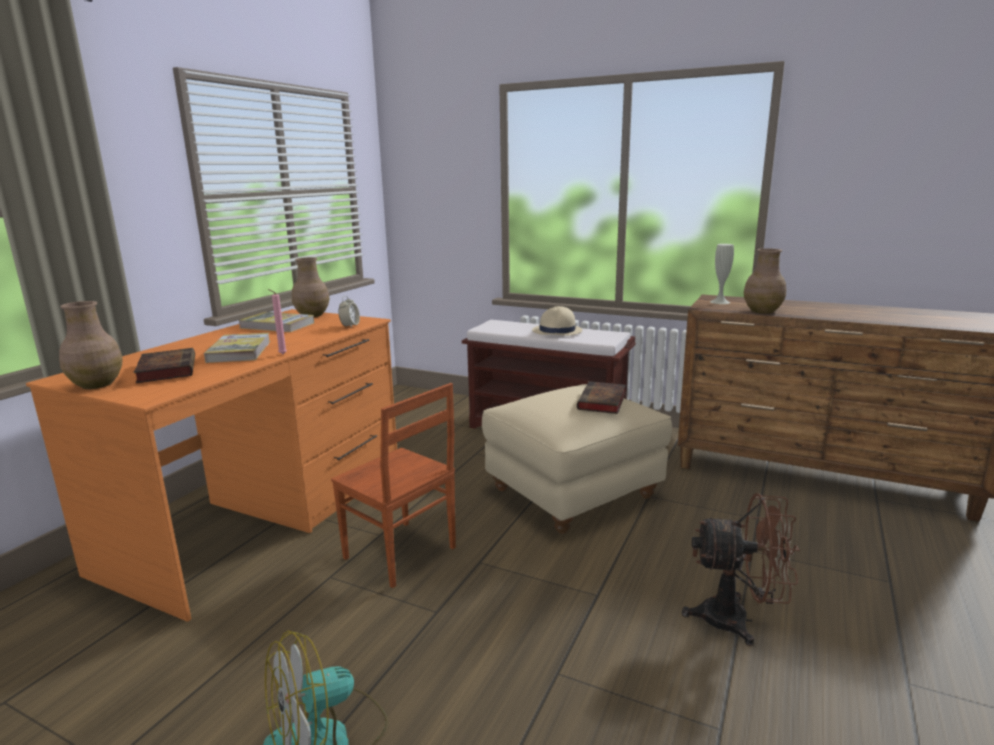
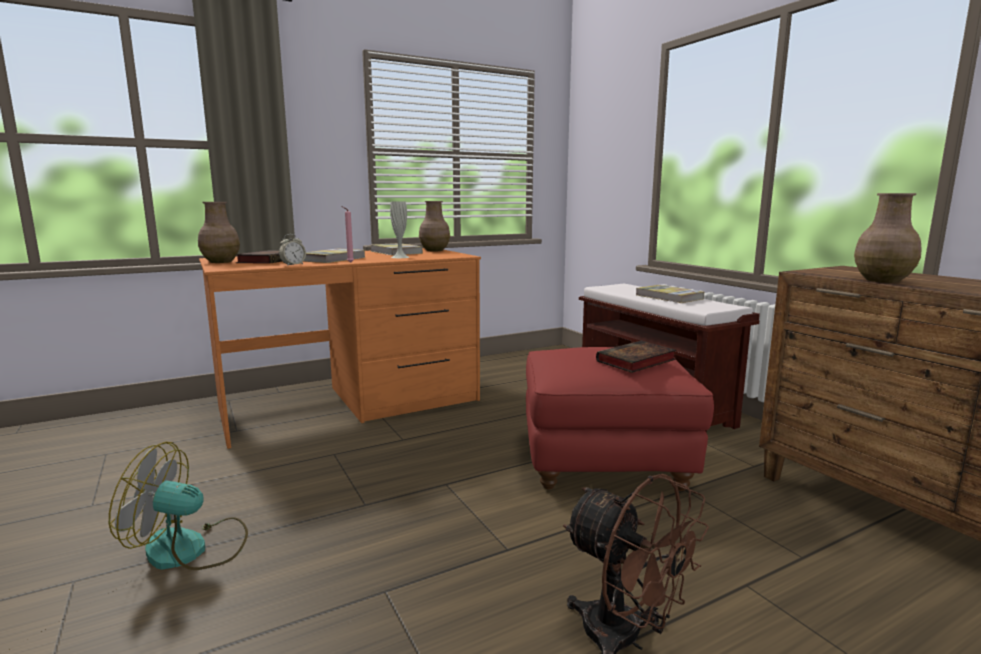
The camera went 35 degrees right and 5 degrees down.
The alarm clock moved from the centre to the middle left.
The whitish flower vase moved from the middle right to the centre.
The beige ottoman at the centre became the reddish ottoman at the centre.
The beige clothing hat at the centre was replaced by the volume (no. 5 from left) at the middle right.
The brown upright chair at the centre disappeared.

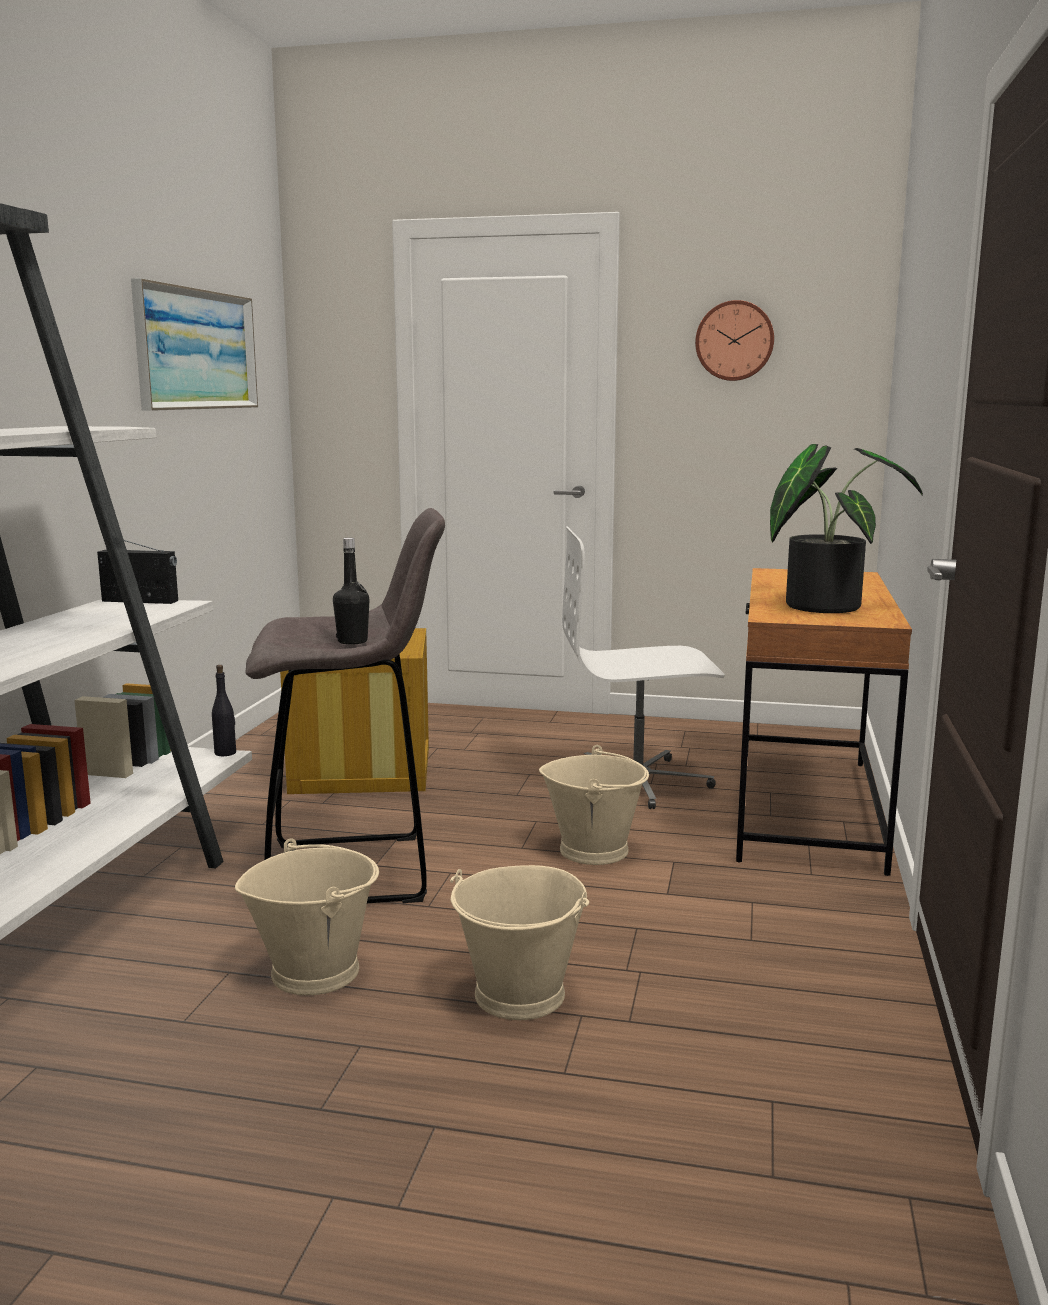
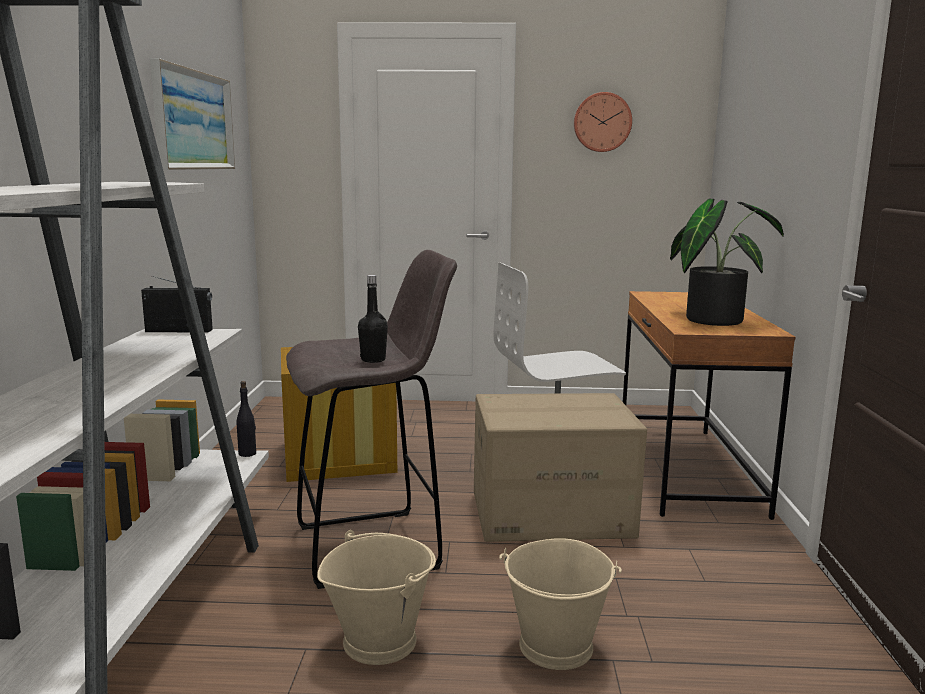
The camera went 10 degrees left and 0 degrees up.
The beige water bucket (no. 3 from left) at the centre was replaced by the packing box at the bottom centre.

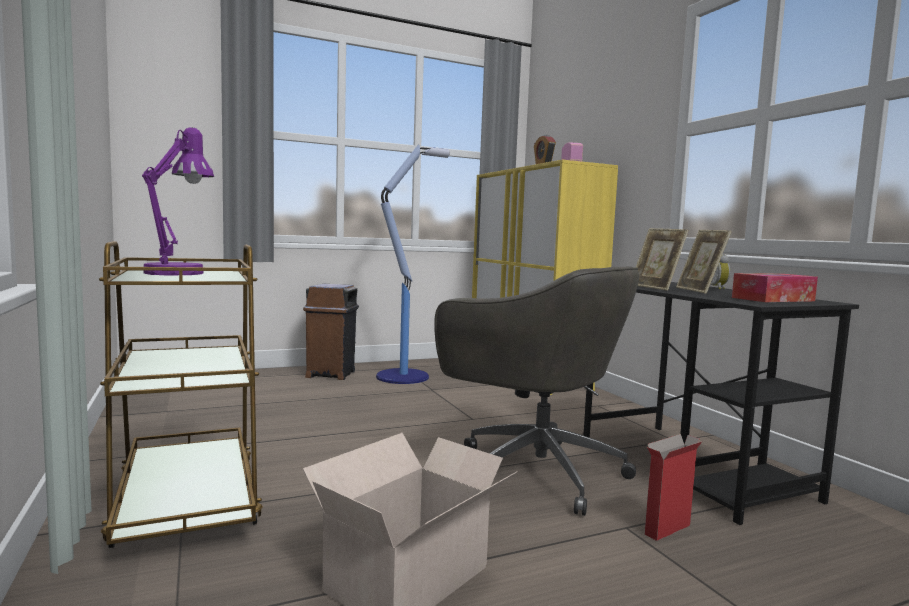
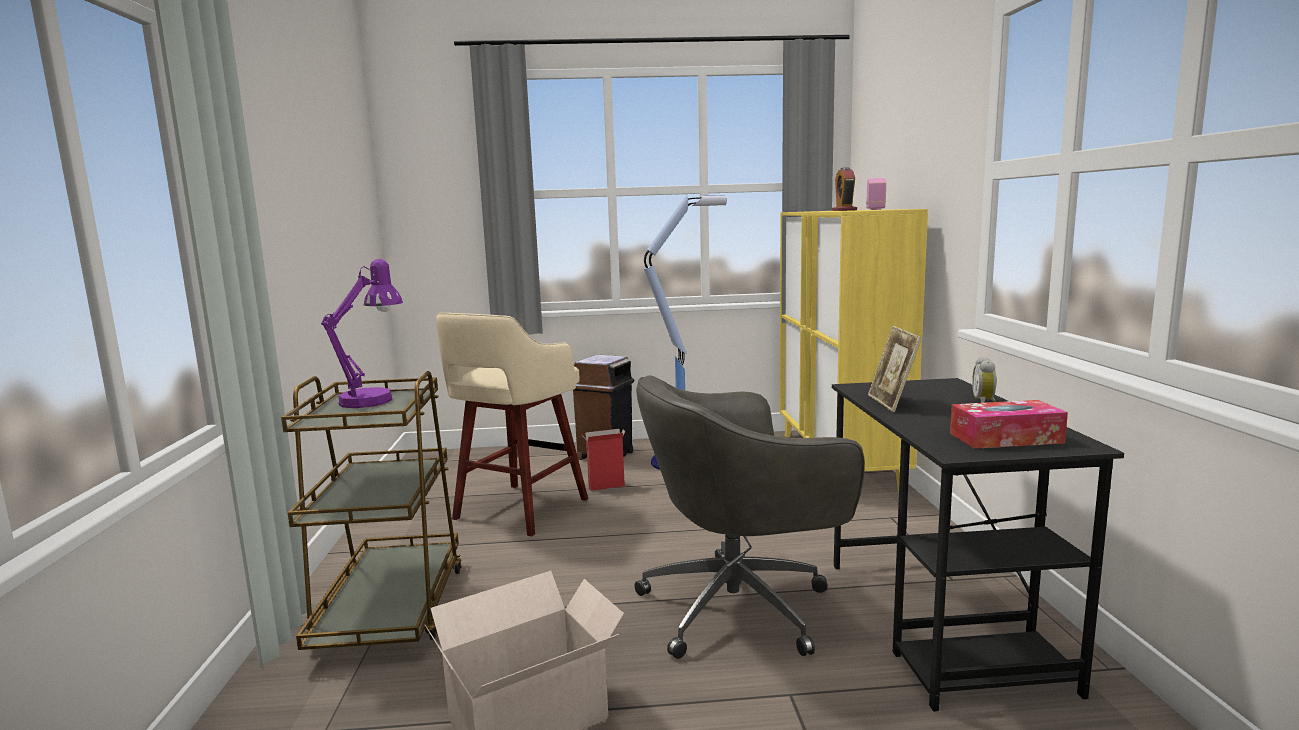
The camera went 20 degrees right and 5 degrees up.
The beige sitting stool at the centre appeared.
The packing box (no. 2 from left) moved from the bottom right to the centre.
The greyish office chair at the centre turned 105 degrees clockwise.
The standing frame (no. 2 from left) at the middle right disappeared.

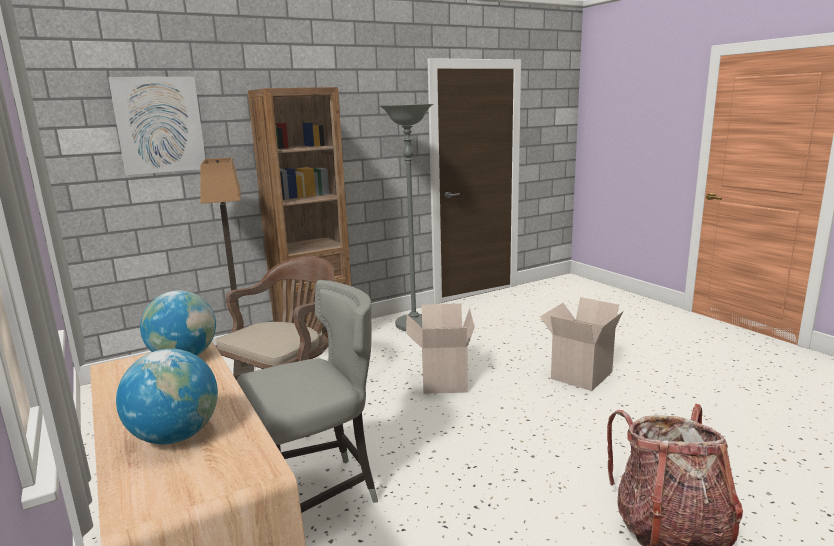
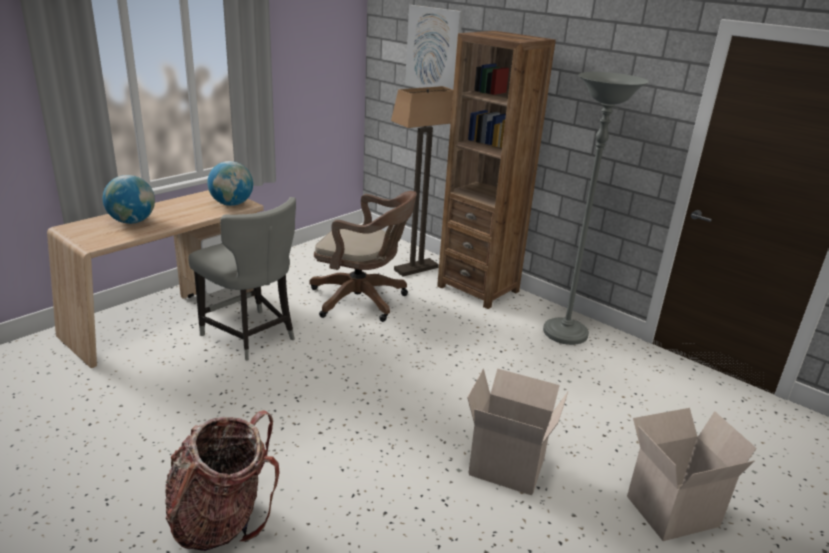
The camera went 70 degrees right and 10 degrees up.
The packing box (no. 1 from left in the first image) moved from the centre to the bottom right.

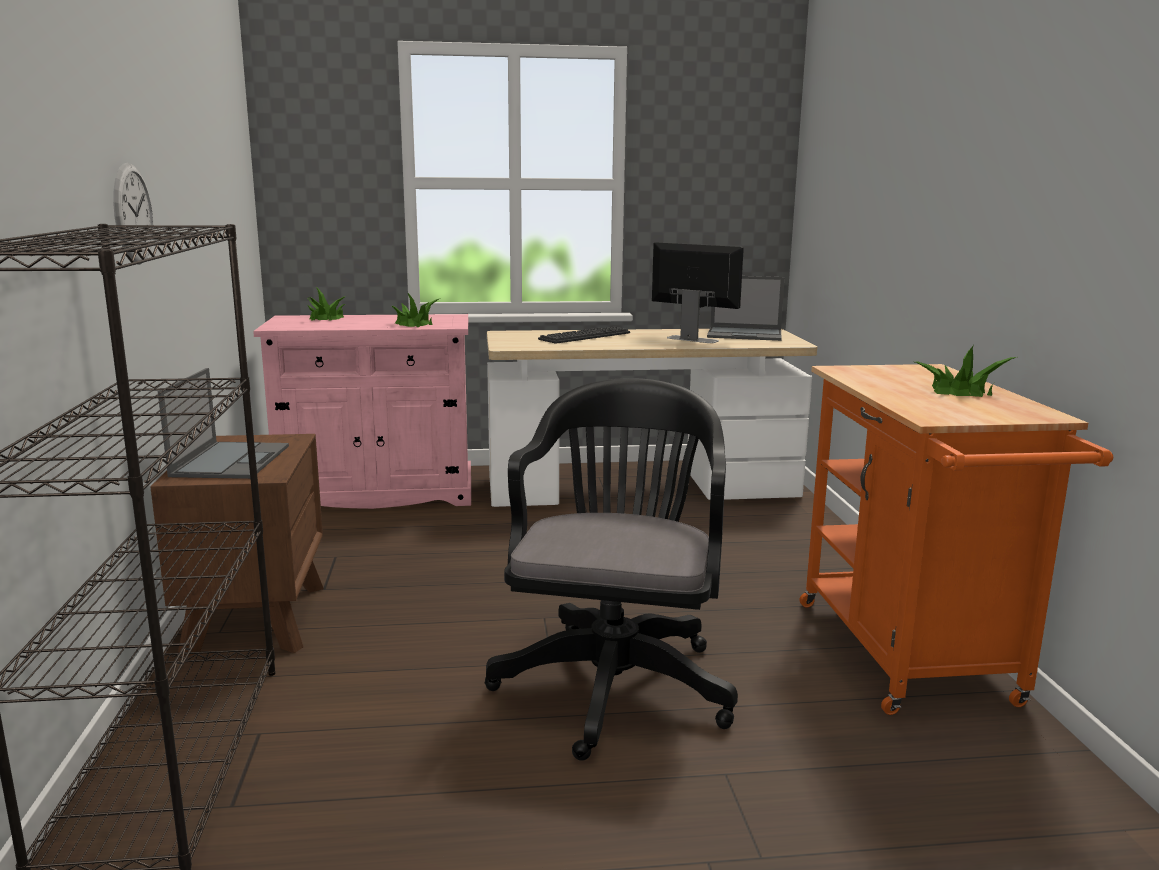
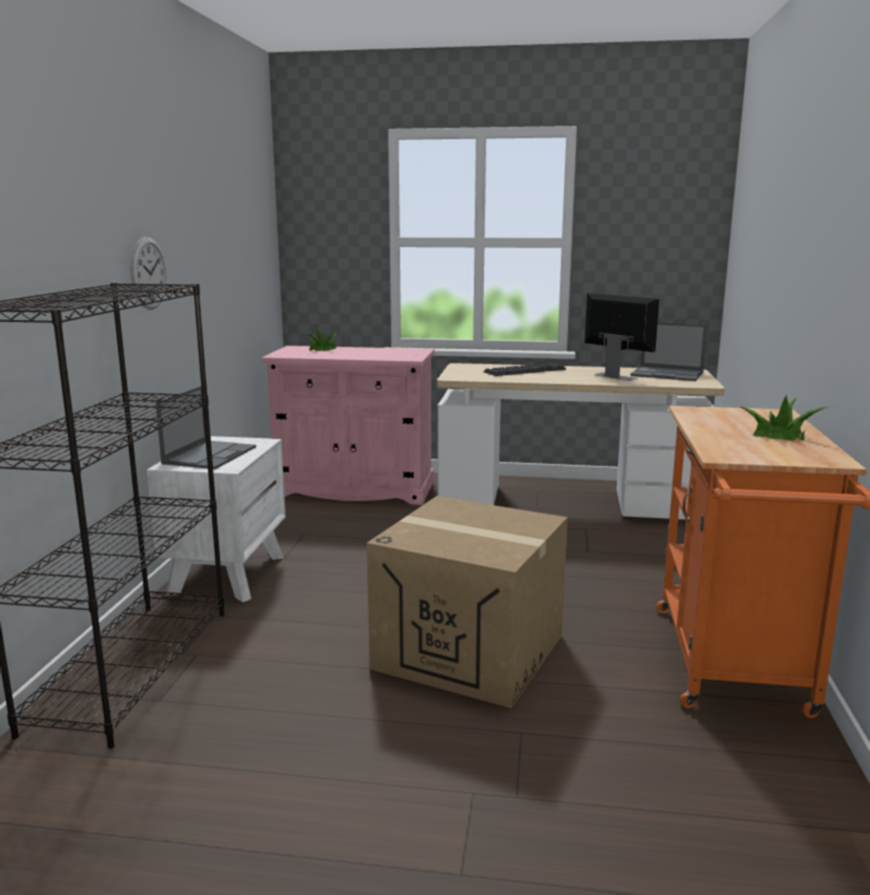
The camera went 15 degrees right and 0 degrees up.
The brown nightstand at the middle left became the whitish nightstand at the middle left.
The black-coloured office chair at the centre was replaced by the packing box at the bottom centre.
The potted plant (no. 2 from left) at the centre disappeared.

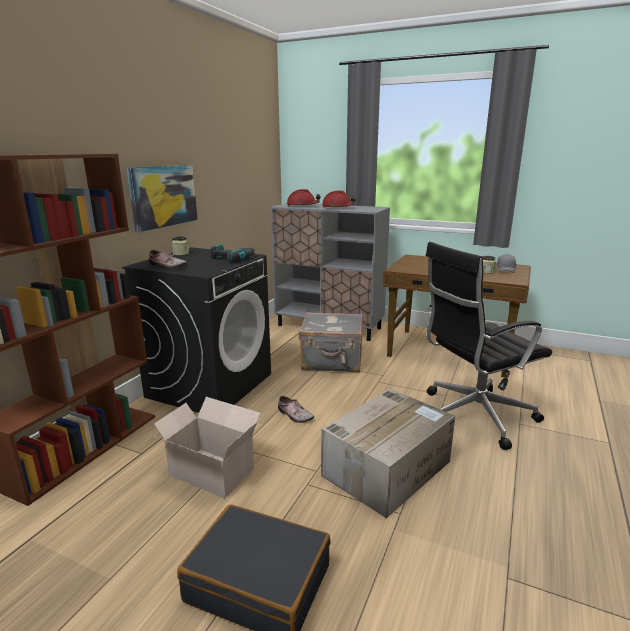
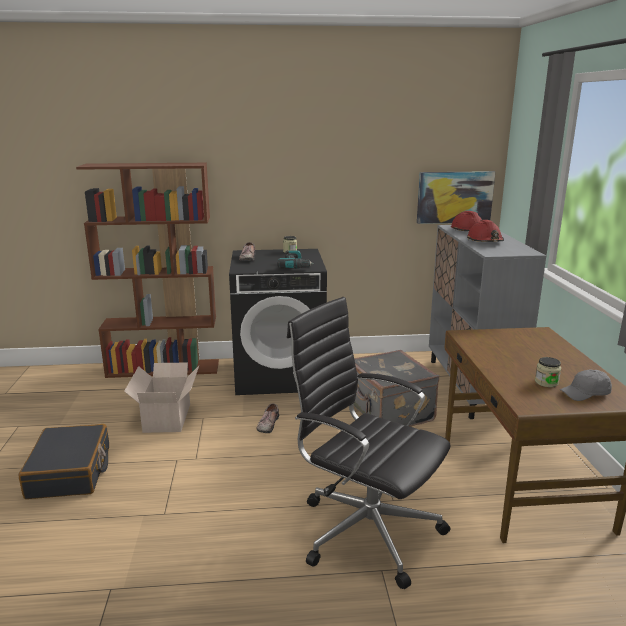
The camera went 60 degrees right and 0 degrees up.
The picture moved from the top left to the top right.
The packing box (no. 2 from left) at the bottom centre disappeared.

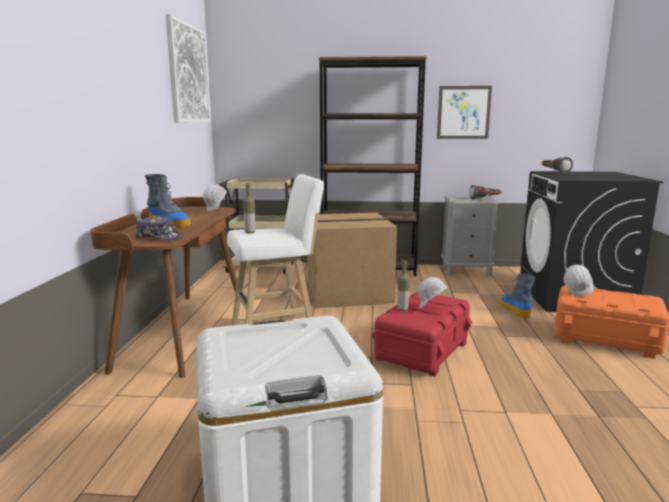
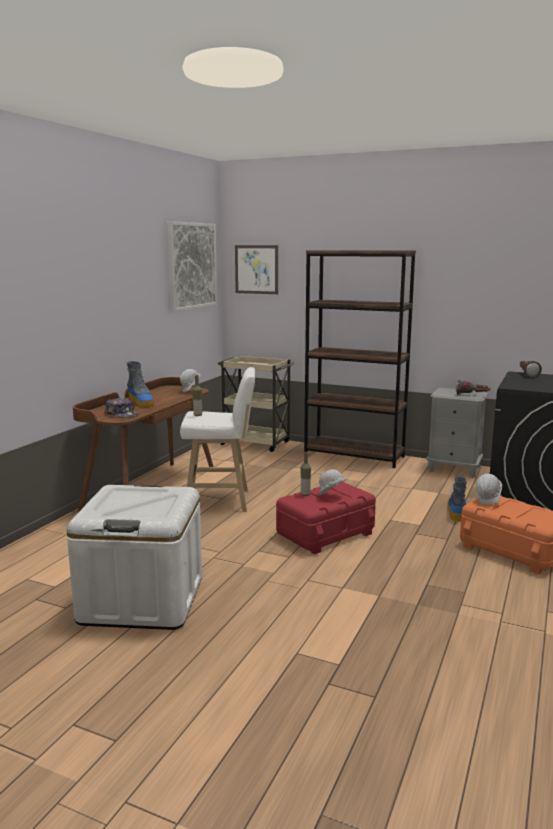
The camera went 20 degrees right and 0 degrees up.
The picture (no. 2 from left) moved from the top right to the top centre.
The packing box at the centre disappeared.

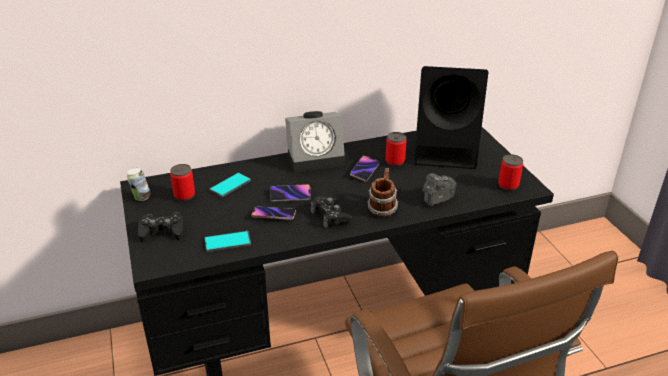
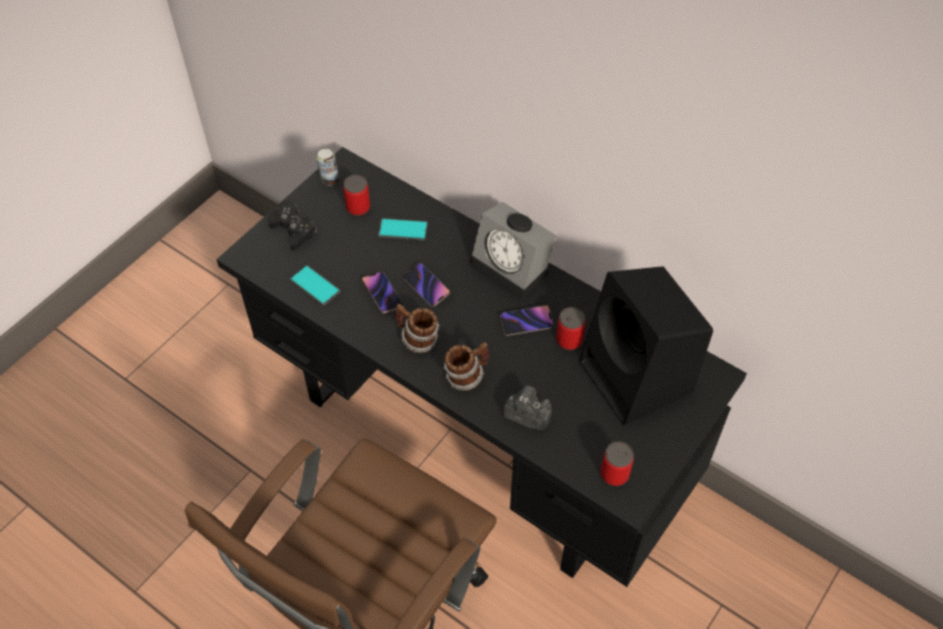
The camera went 55 degrees right and 20 degrees up.
The black-coloured gamepad (no. 2 from left) at the centre was replaced by the coffee mug (no. 1 from left) at the centre.

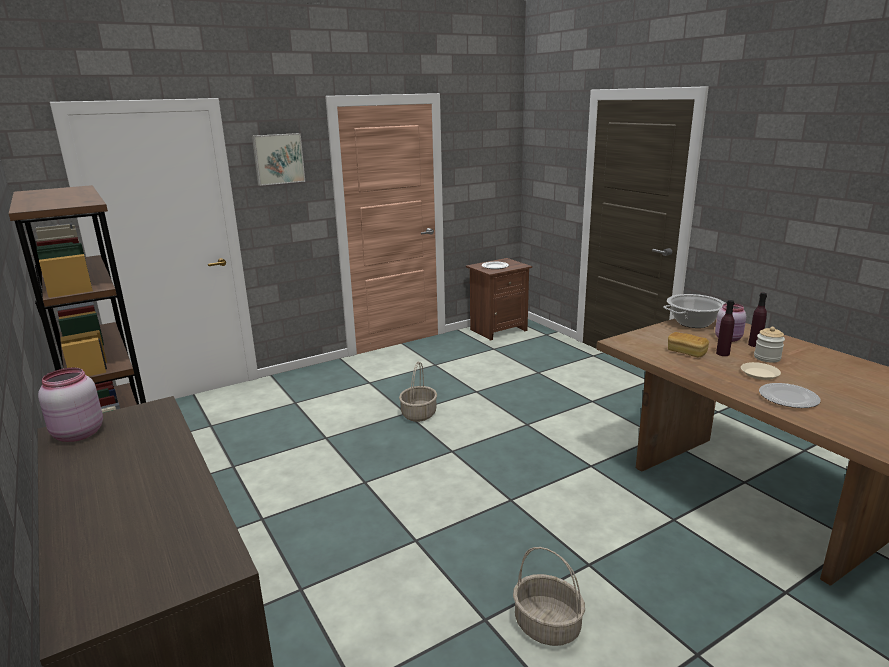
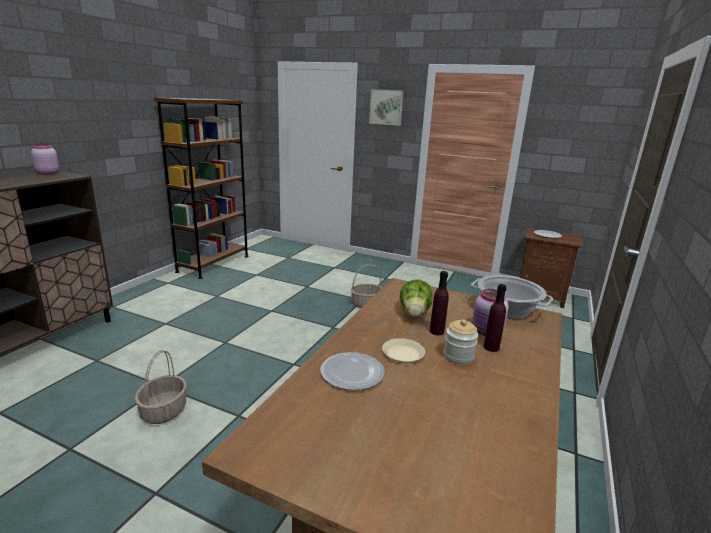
The camera went 55 degrees right and 0 degrees up.
The bread at the middle right was replaced by the lettuce at the centre.

